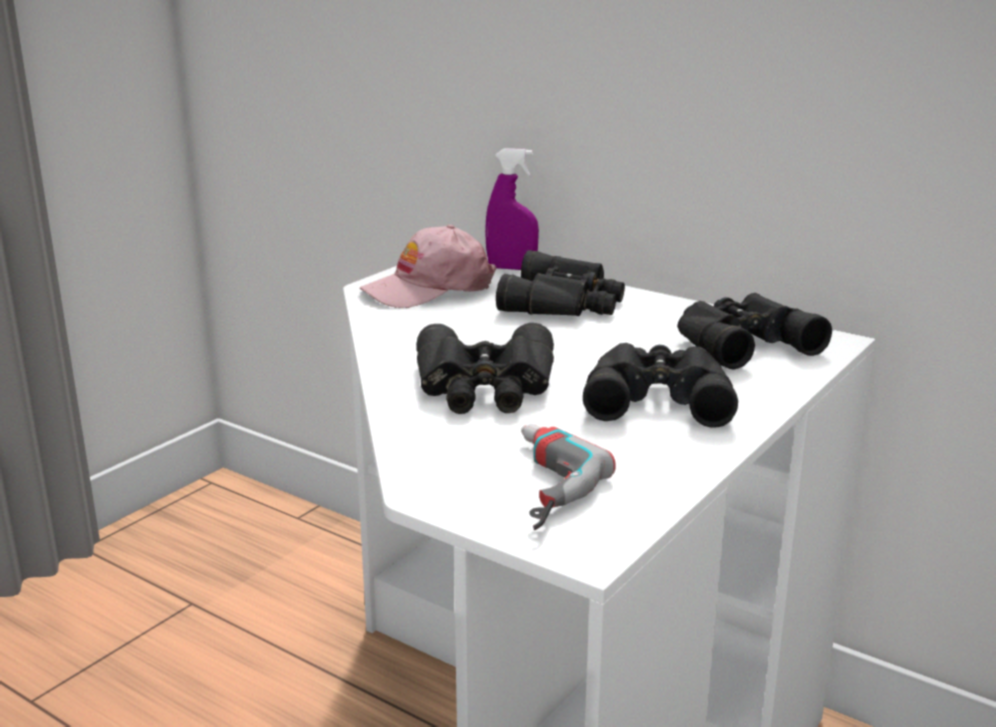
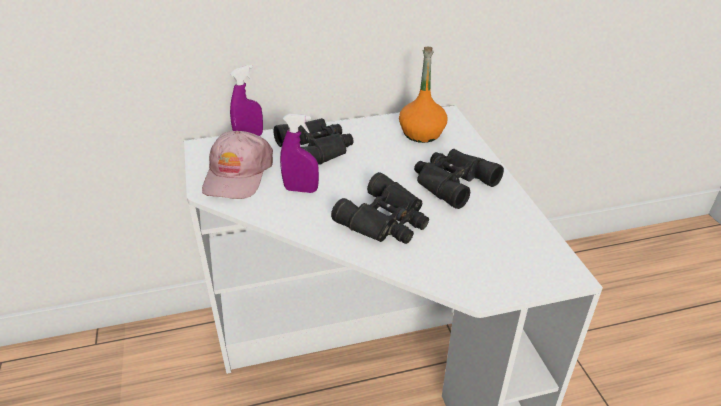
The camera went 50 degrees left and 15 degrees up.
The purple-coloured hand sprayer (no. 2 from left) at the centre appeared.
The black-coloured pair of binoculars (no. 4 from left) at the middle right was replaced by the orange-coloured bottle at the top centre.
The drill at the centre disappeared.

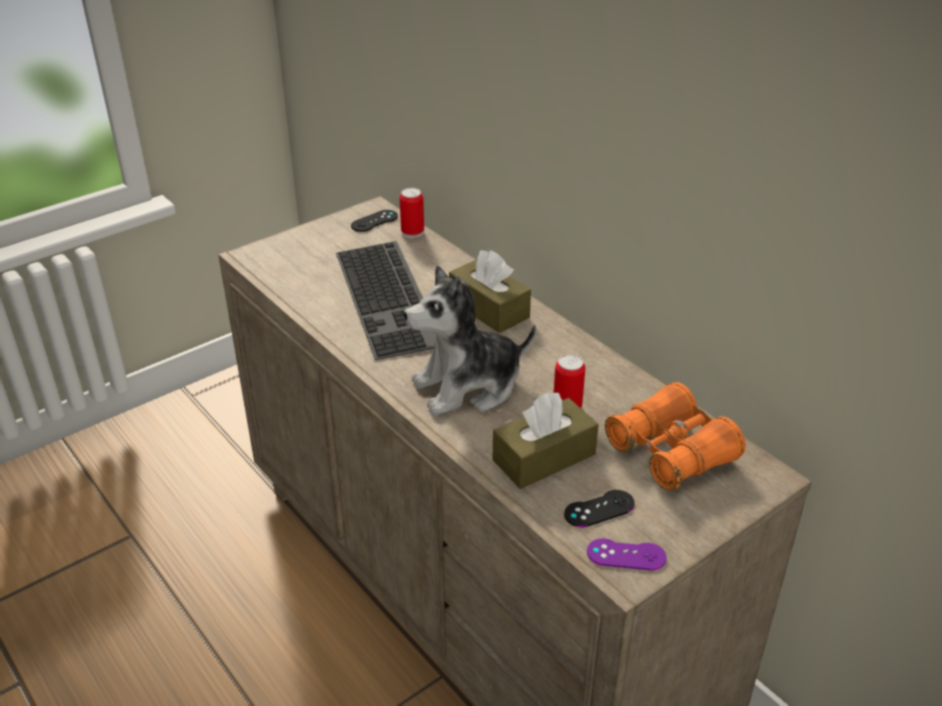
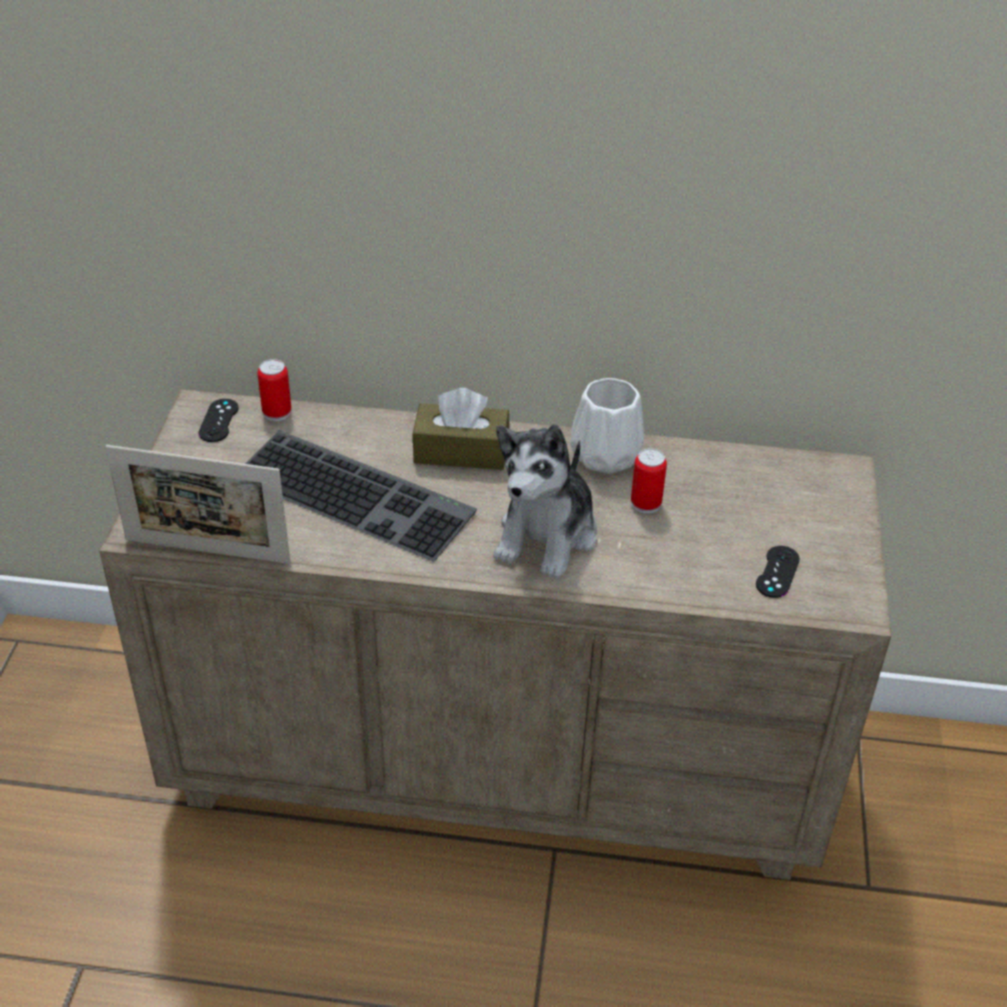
The camera went 45 degrees left and 5 degrees up.
The standing frame at the middle left appeared.
The whitish flower vase at the centre appeared.
The brown tissue holder (no. 2 from left) at the centre disappeared.
The purple-coloured gamepad at the bottom centre disappeared.
The orange-coloured pair of binoculars at the middle right disappeared.

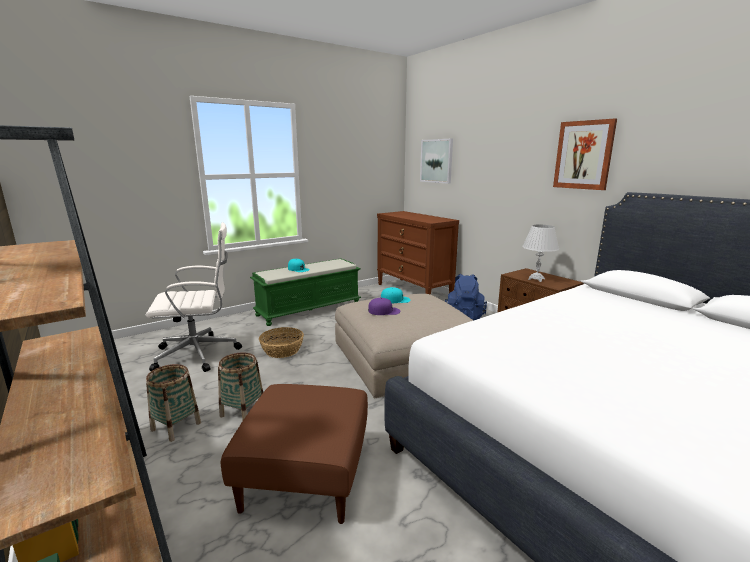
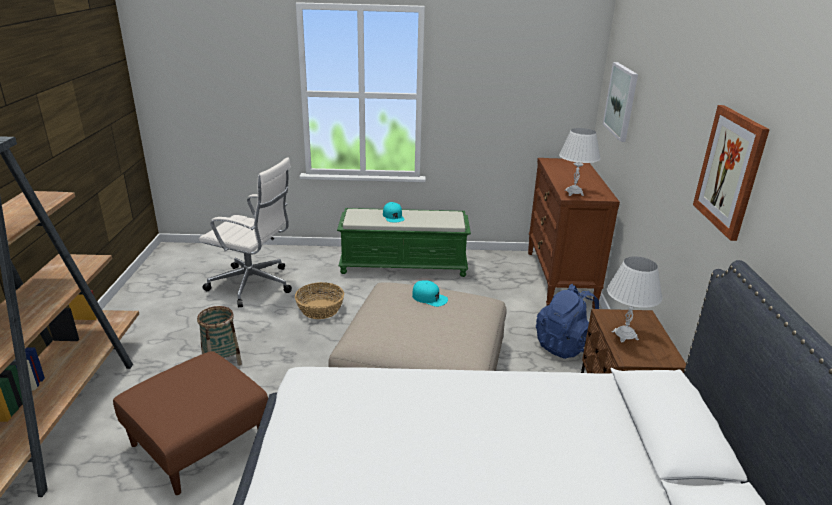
The camera went 35 degrees right and 10 degrees up.
The whitish lamp for a table (no. 1 from left) at the top right appeared.
The basket (no. 1 from left) at the bottom left disappeared.
The purple-coloured peaked cap at the centre disappeared.

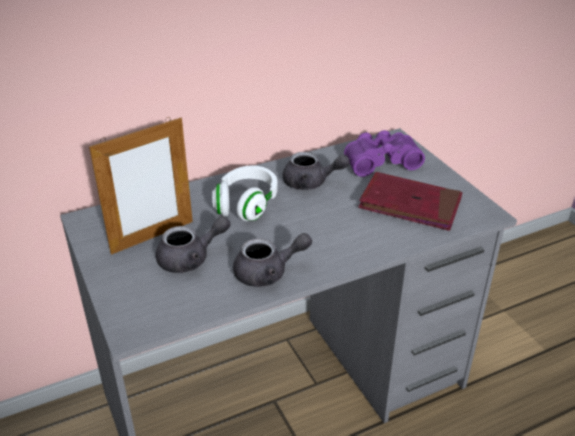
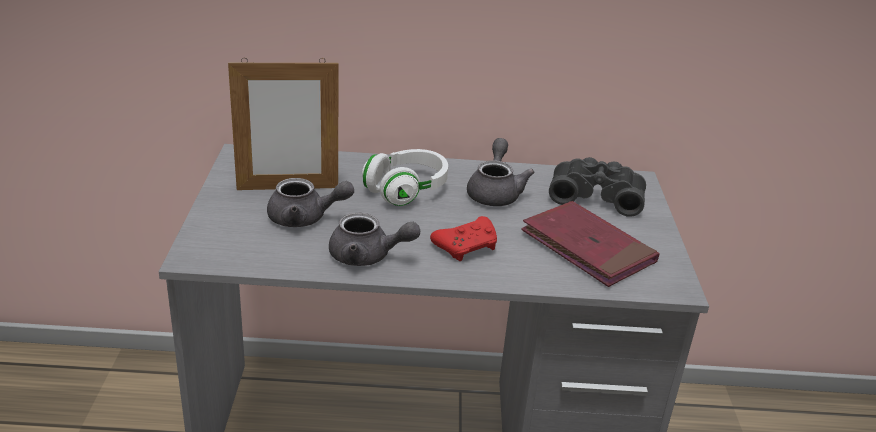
The camera went 25 degrees right and 5 degrees down.
The reddish gamepad at the centre appeared.
The greyish tea pot (no. 3 from left) at the centre turned 120 degrees counterclockwise.
The purple-coloured pair of binoculars at the middle right became the black-coloured pair of binoculars at the middle right.

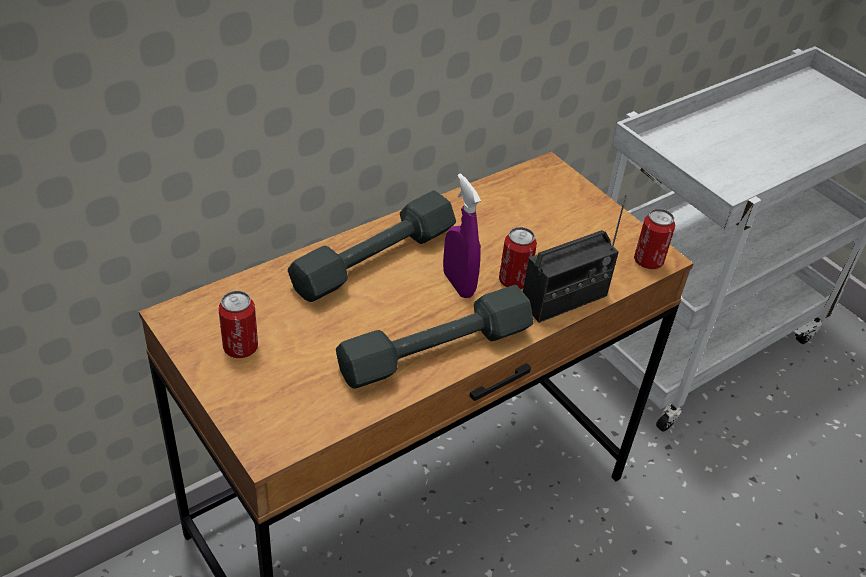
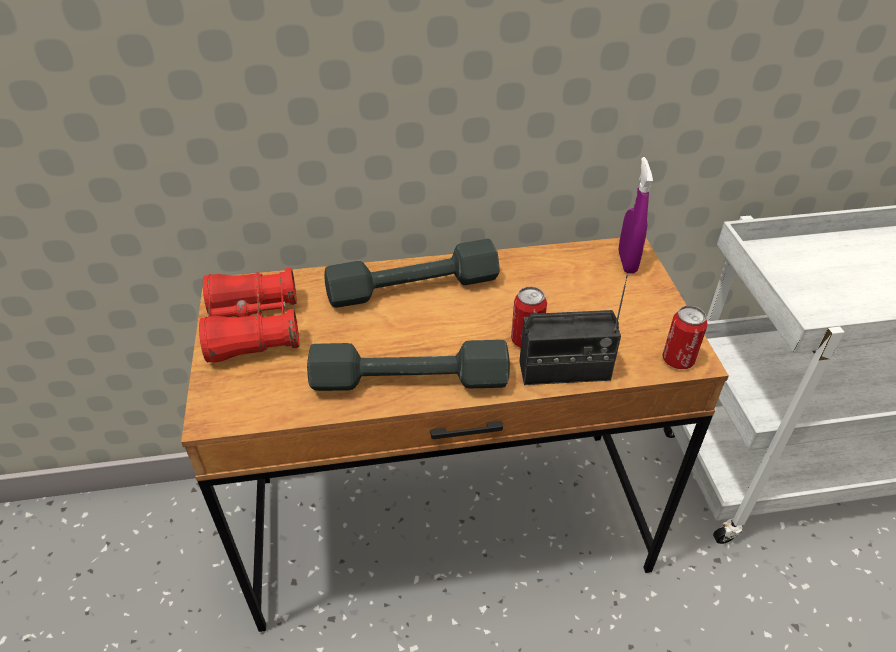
The camera went 30 degrees right and 0 degrees up.
The metal can (no. 1 from left) at the middle left was replaced by the reddish pair of binoculars at the middle left.
The purple-coloured hand sprayer moved from the centre to the top right.

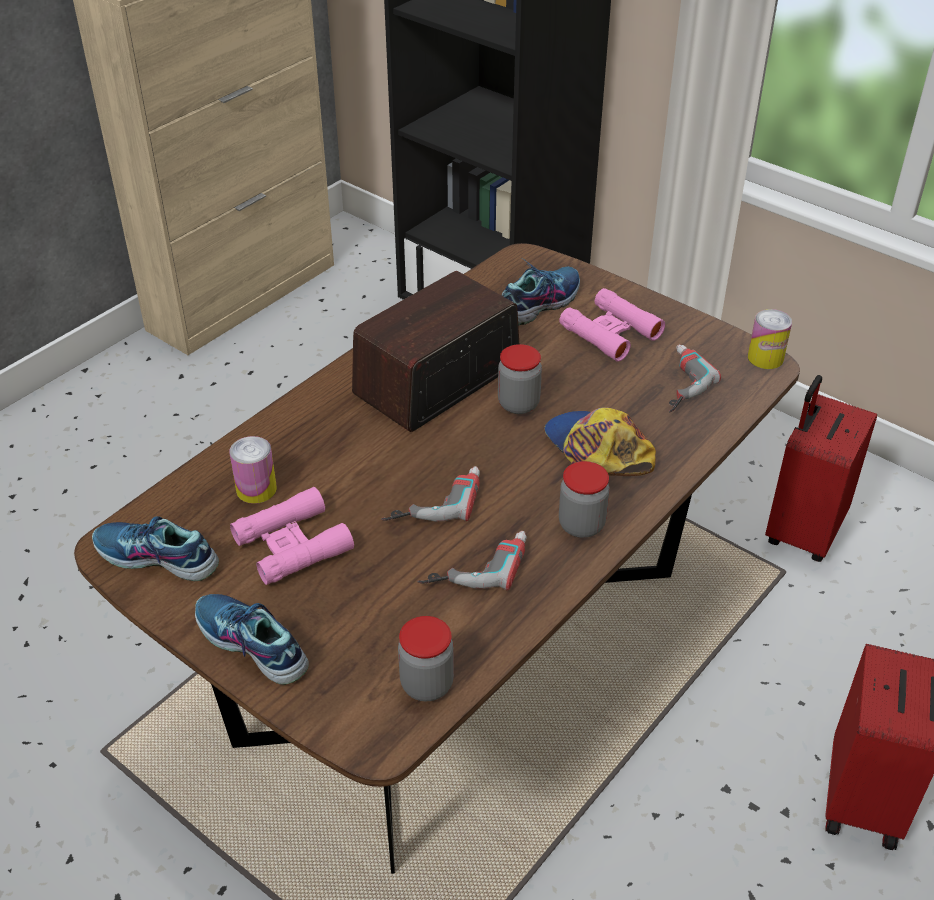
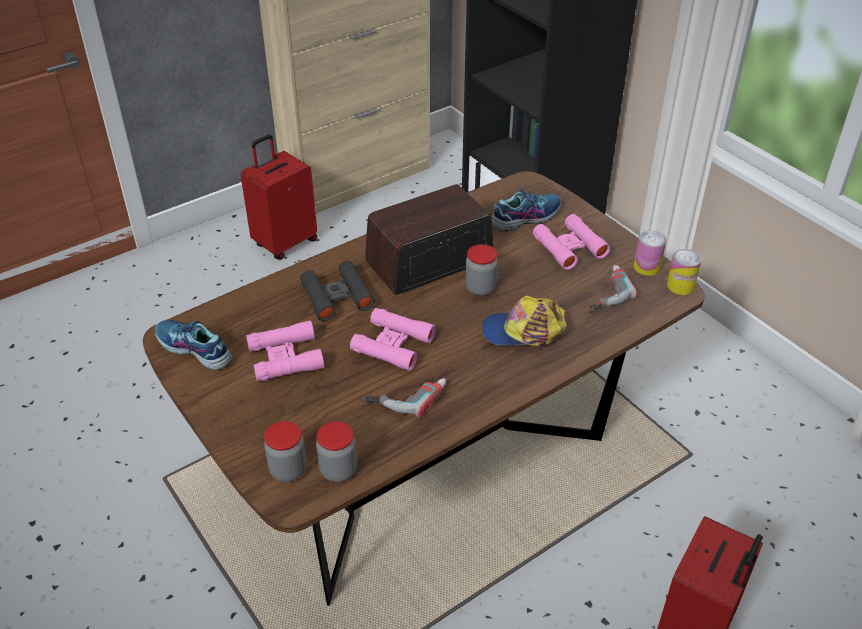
The camera went 15 degrees right and 0 degrees up.
The reddish piece of luggage (no. 1 from left) moved from the middle right to the top left.
The storage jar (no. 3 from left in the first image) moved from the centre to the bottom left.
The black-coloured pair of binoculars at the centre appeared.
The drill (no. 1 from left) at the centre was replaced by the pinkish pair of binoculars (no. 2 from left) at the centre.
The peaked cap at the centre turned 75 degrees counterclockwise.
The metal can (no. 1 from left) moved from the middle left to the middle right.
The item of footwear (no. 2 from left) at the bottom left disappeared.

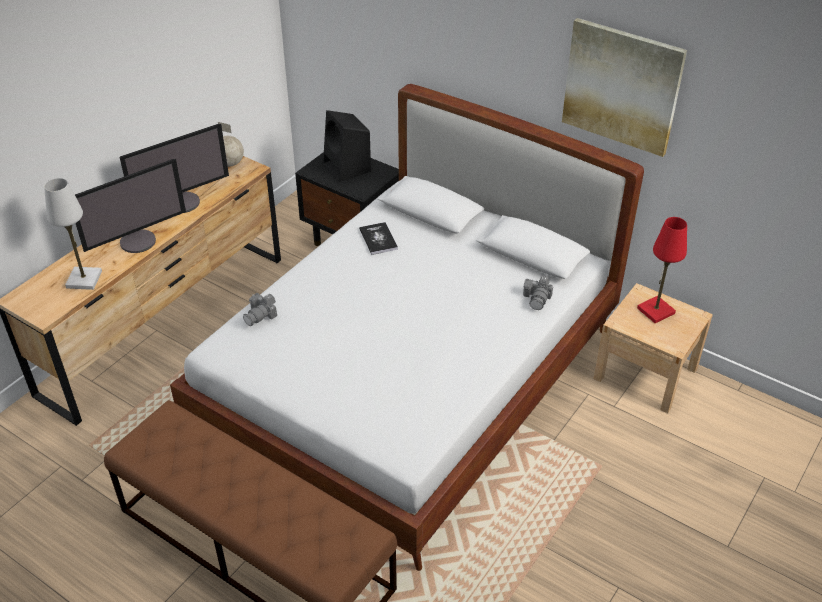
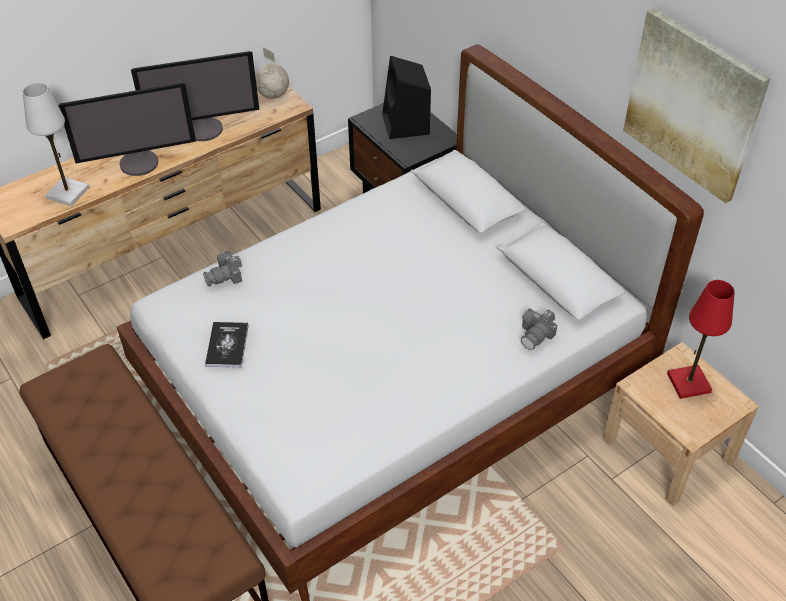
The camera went 20 degrees right and 5 degrees up.
The volume moved from the centre to the middle left.

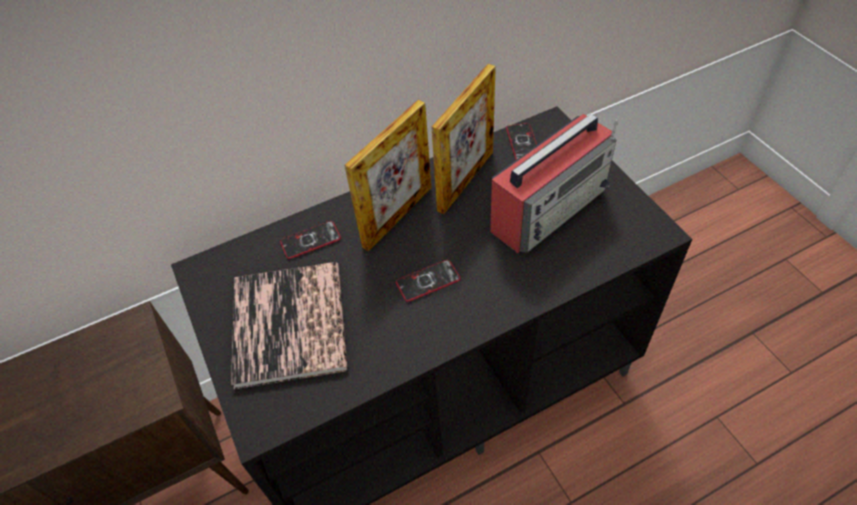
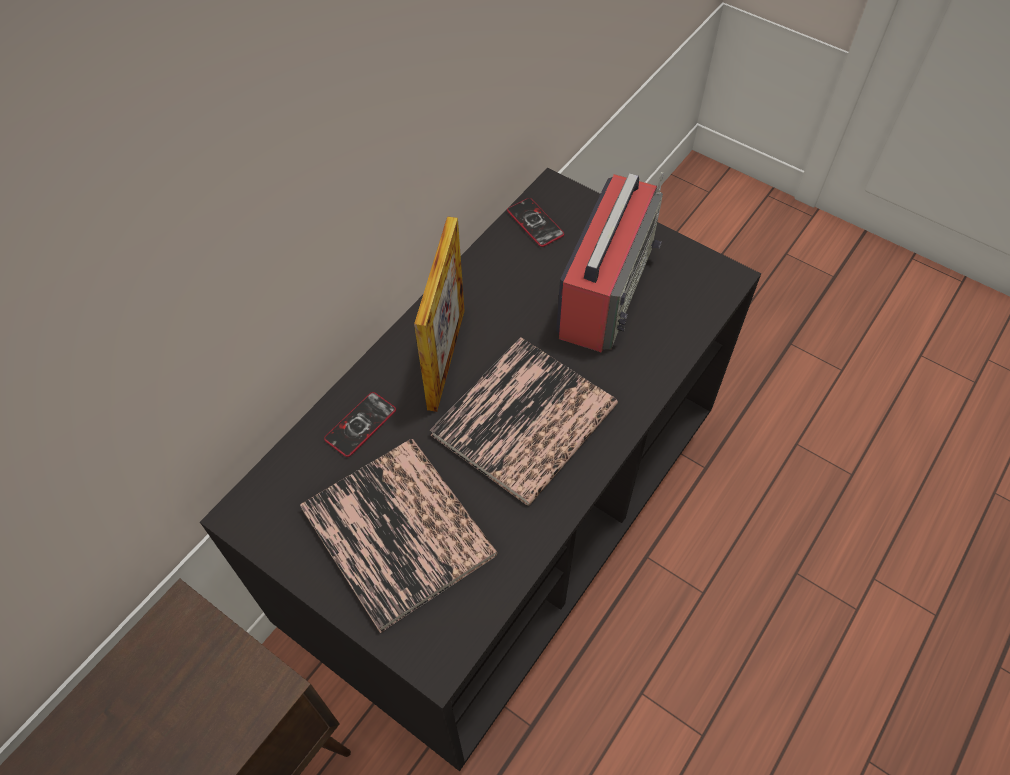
The camera went 30 degrees left and 5 degrees up.
The handset (no. 2 from left) at the centre was replaced by the volume (no. 2 from left) at the centre.
The standing frame (no. 2 from left) at the top centre disappeared.

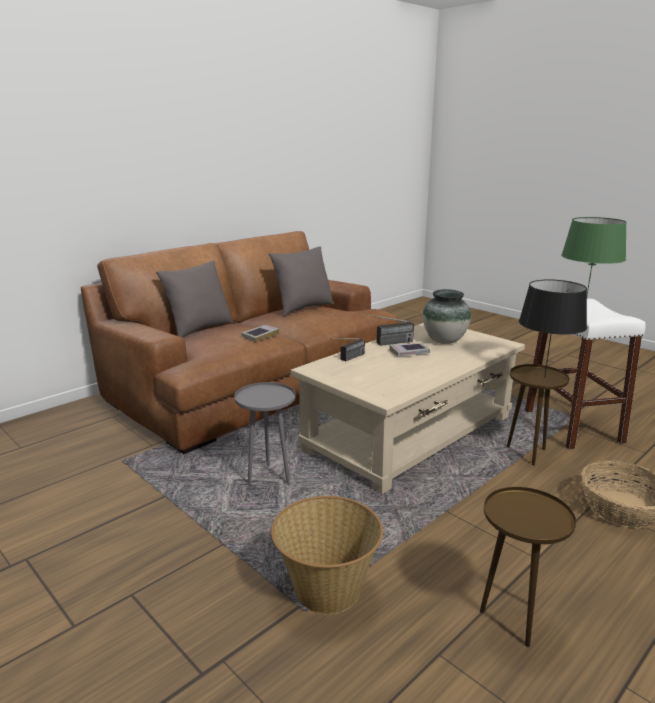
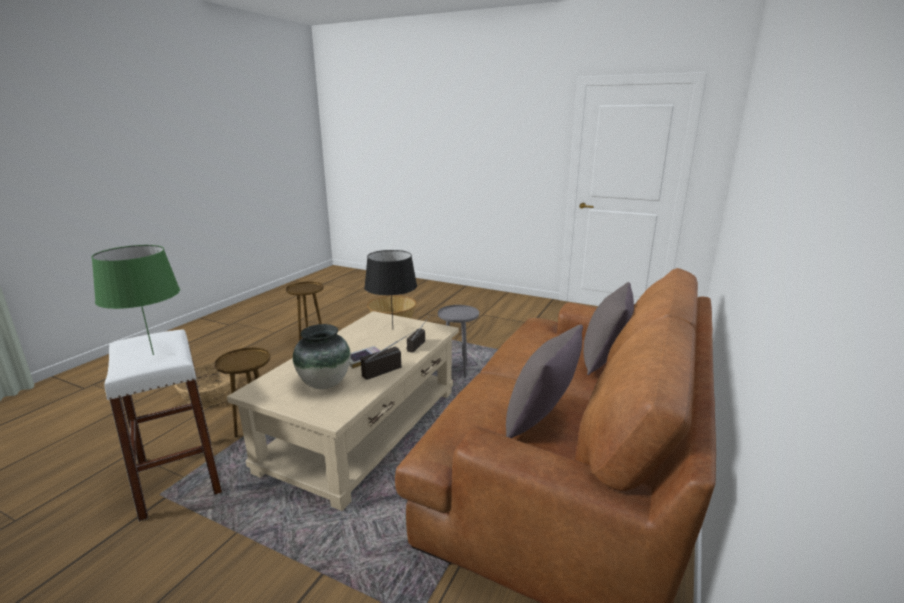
The camera went 160 degrees right and 0 degrees up.
The black-coloured lamp for a table moved from the middle right to the centre.
The volume (no. 1 from left) at the centre disappeared.

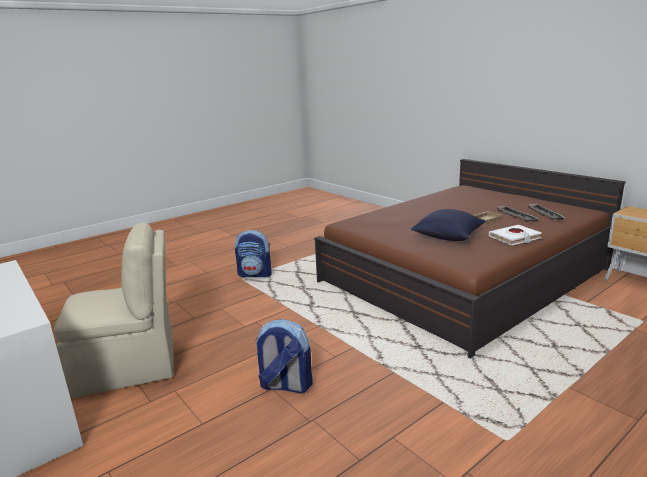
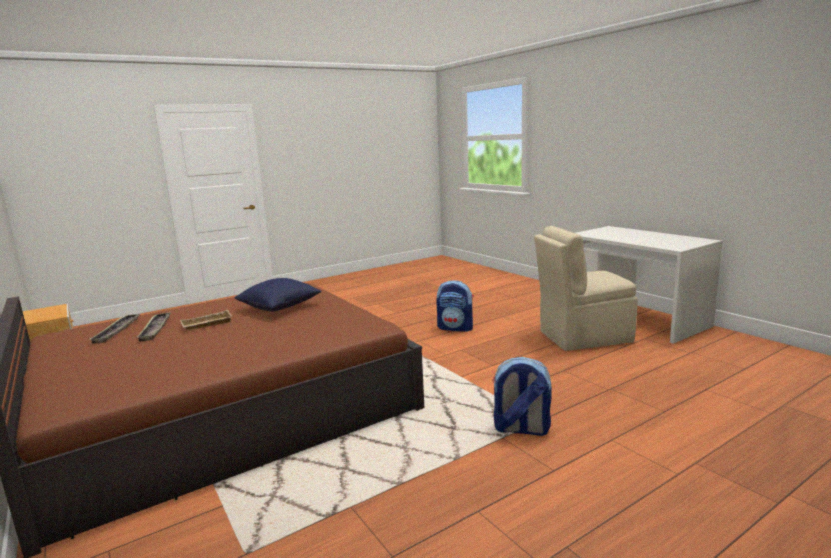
The camera went 175 degrees left and 5 degrees down.
The whitish volume at the middle right disappeared.

